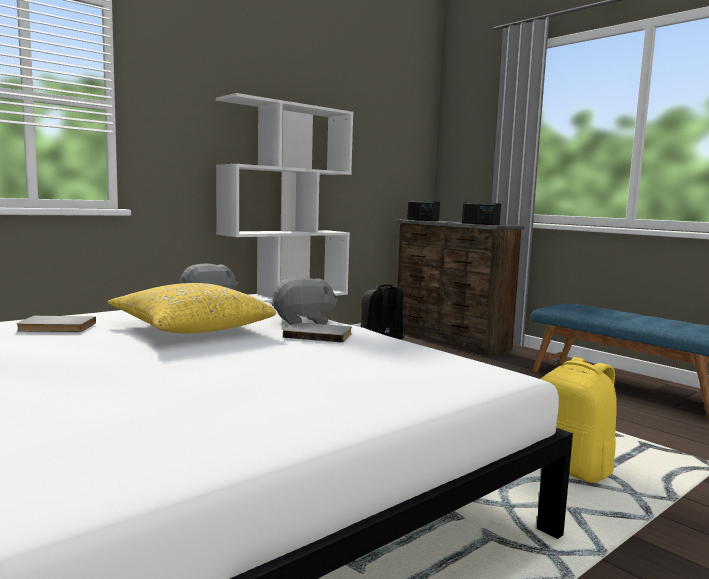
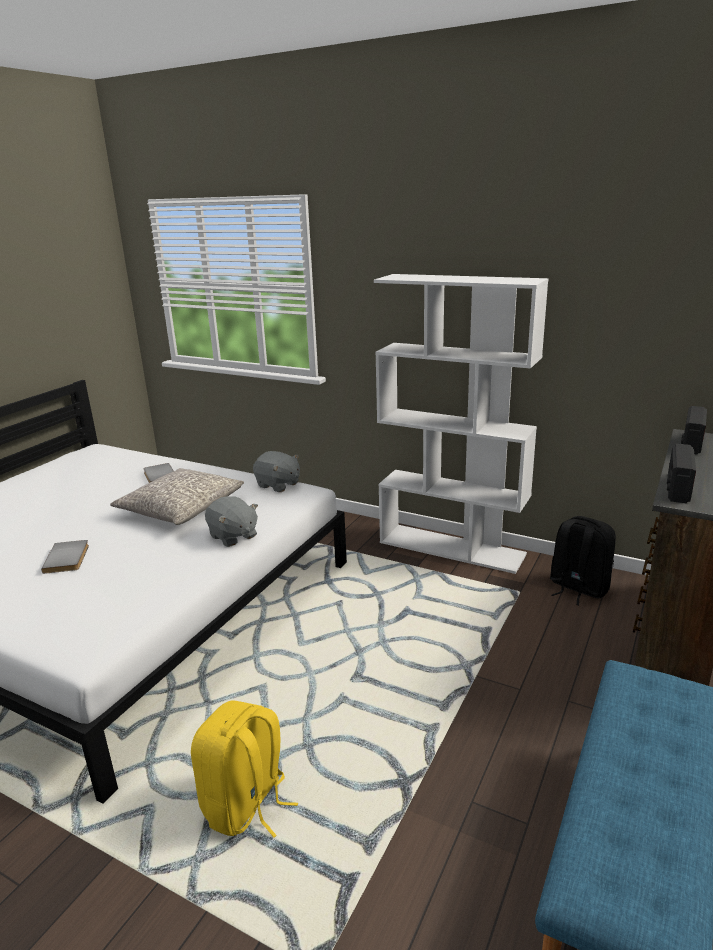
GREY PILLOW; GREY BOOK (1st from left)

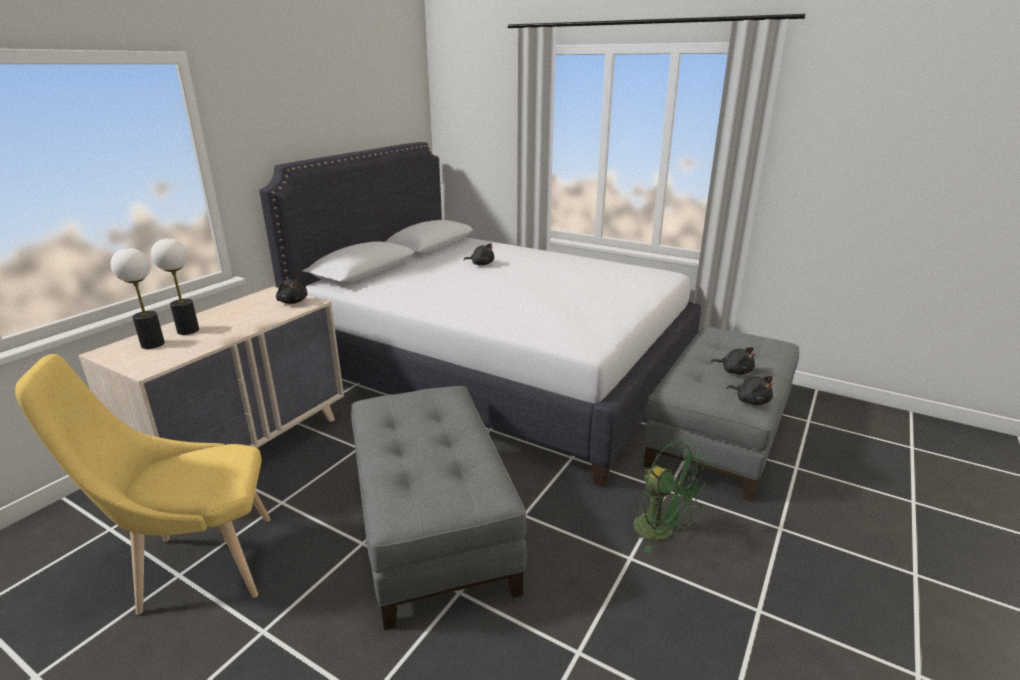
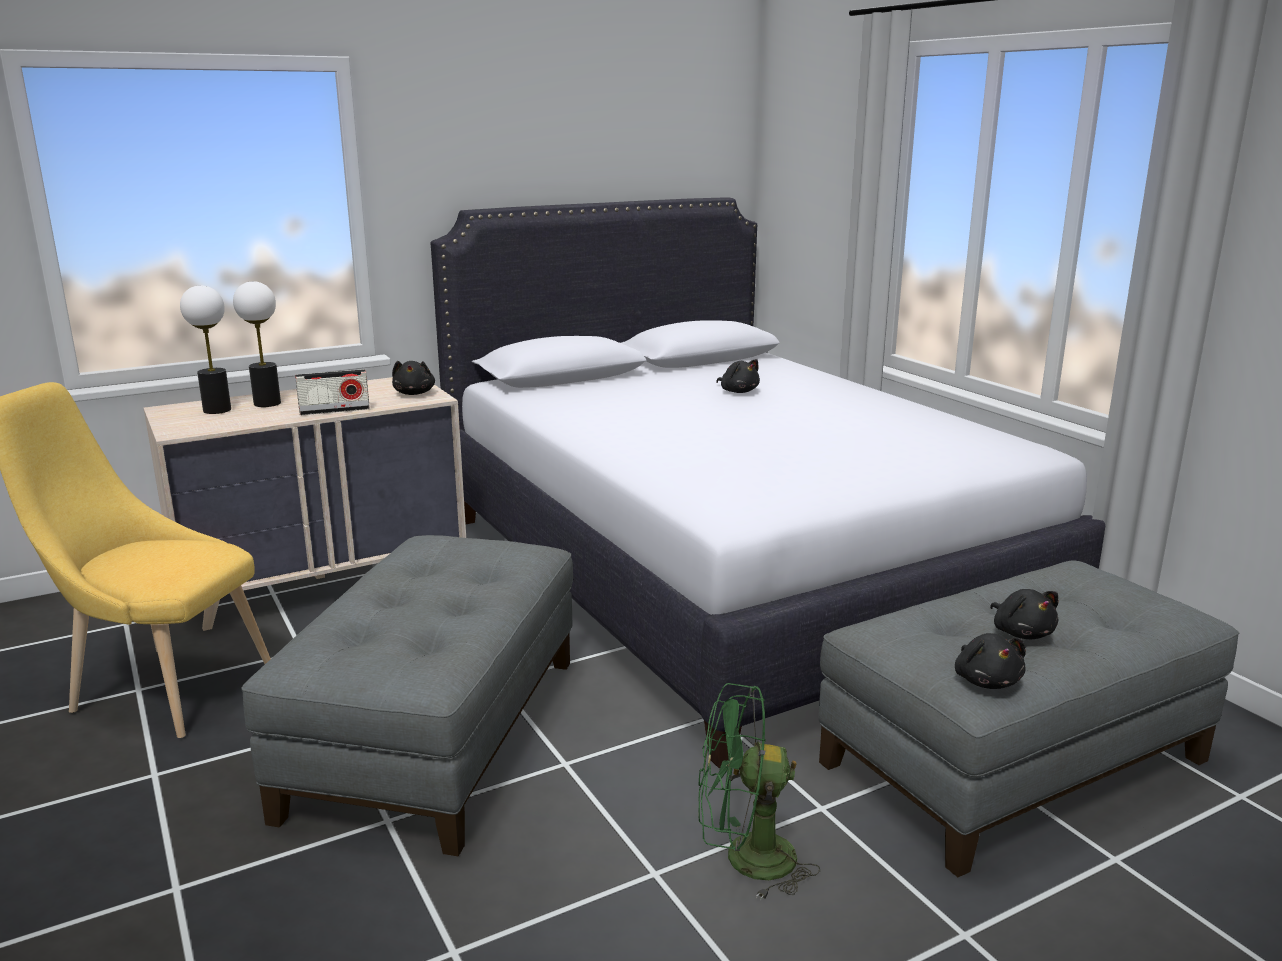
GREEN FAN; RADIO

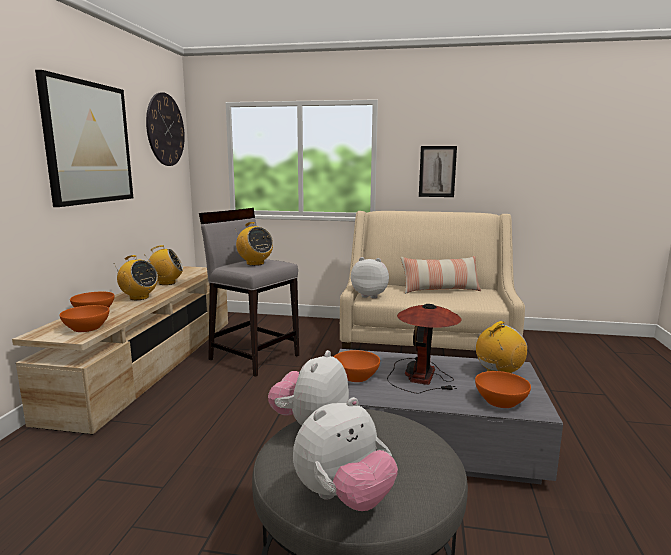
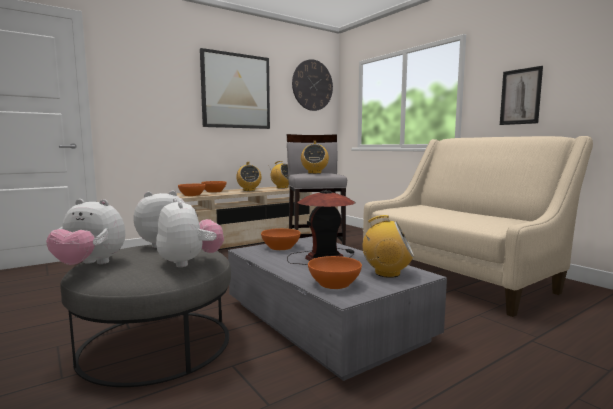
PLUSH TOY (3rd from left); PILLOW

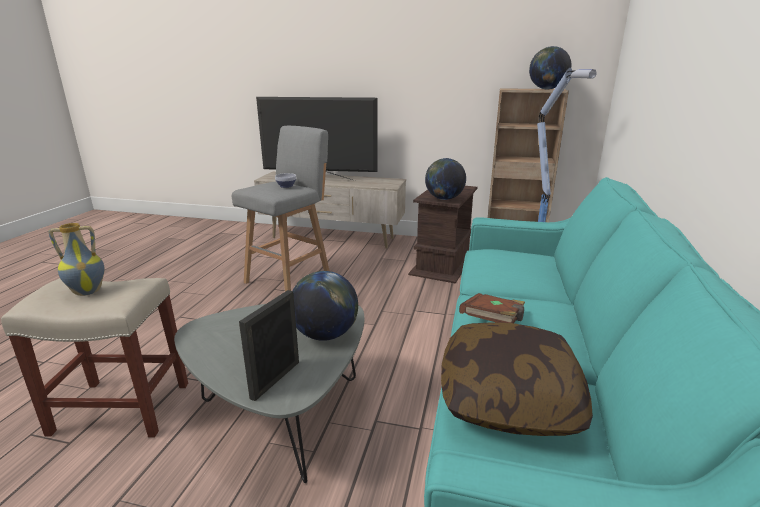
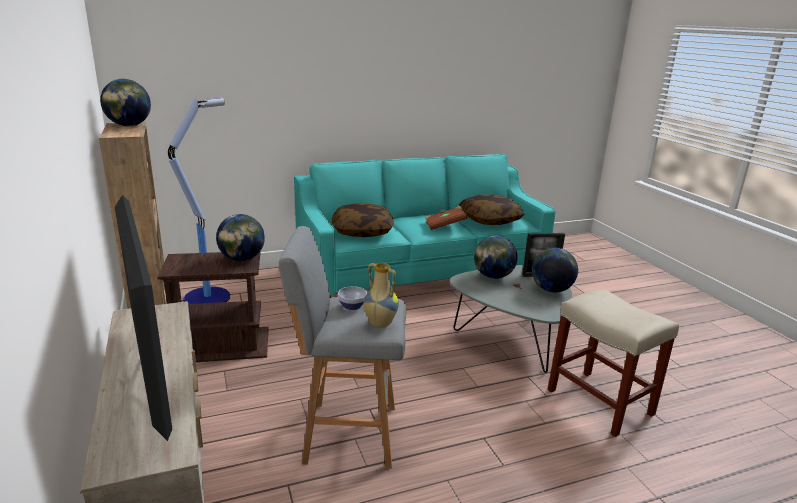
VASE; PILLOW (1st from left); GLOBE (4th from left)

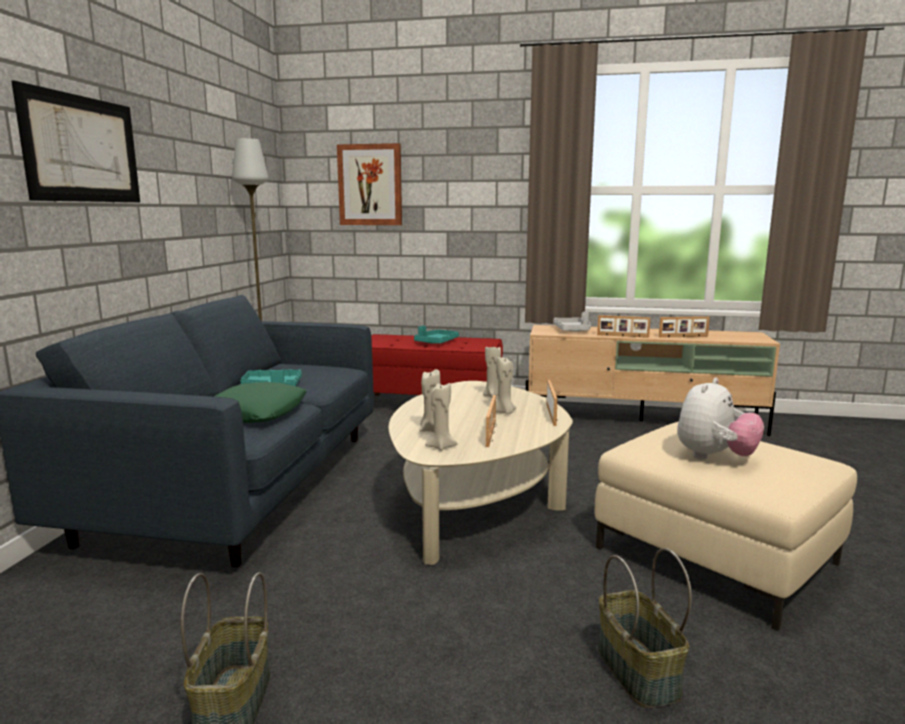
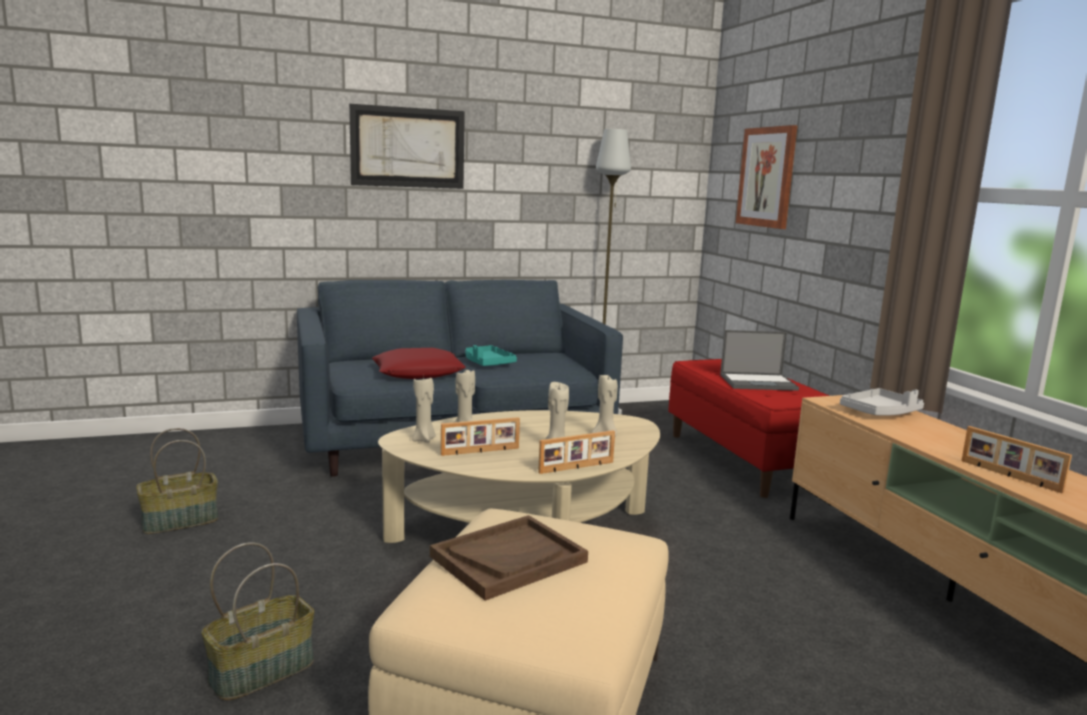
RED PILLOW; LAPTOP; PICTURE FRAME (3rd from left in the first image); BROWN TRAY

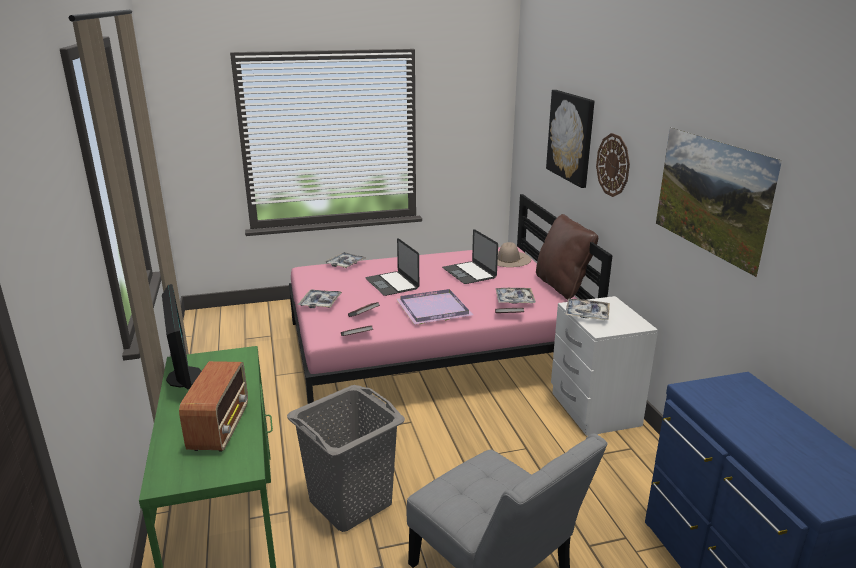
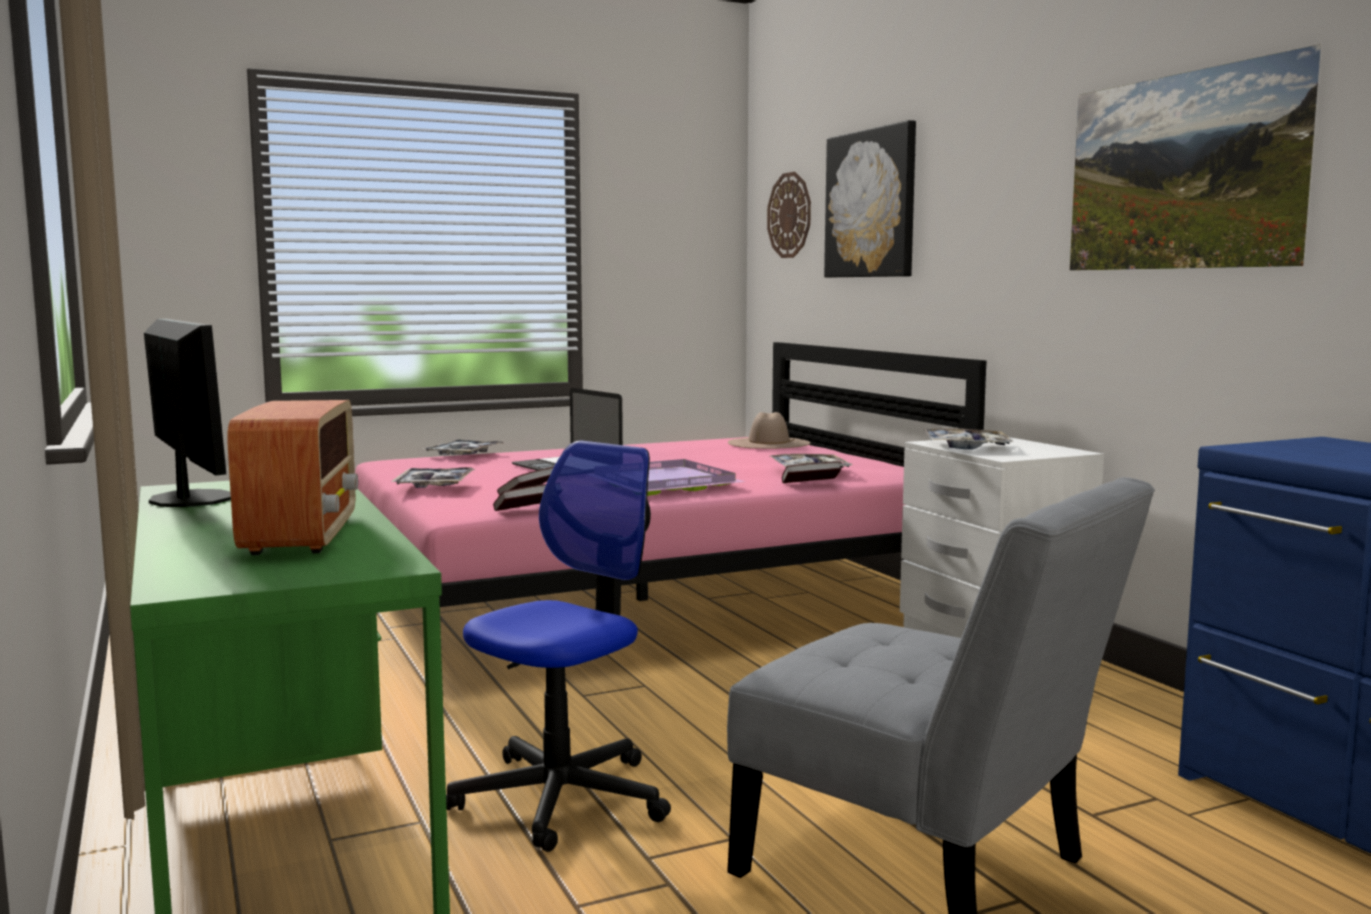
OFFICE CHAIR; LAPTOP (2nd from left in the first image); BROWN PILLOW; WALL CLOCK

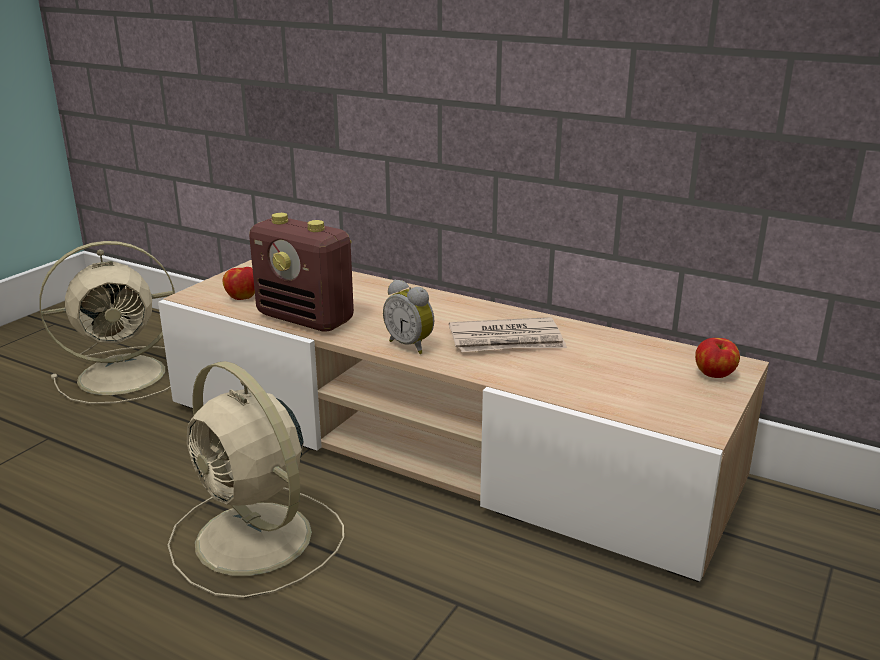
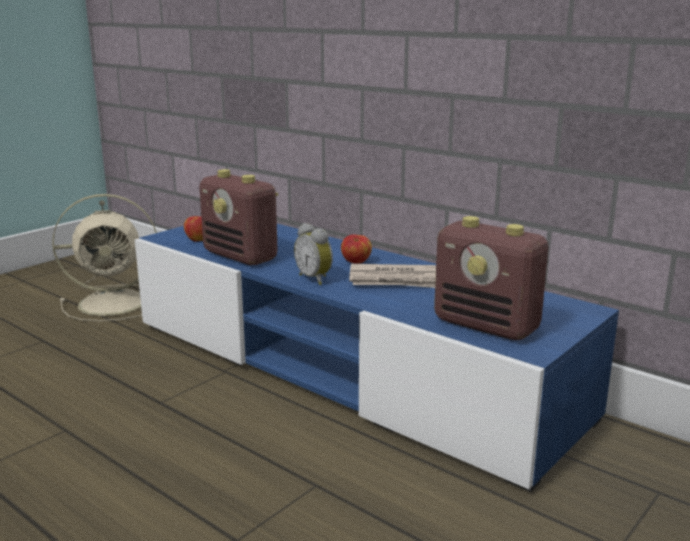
BLUE TV STAND; BEIGE FAN (2nd from left in the first image); APPLE (2nd from left); RADIO (2nd from left)

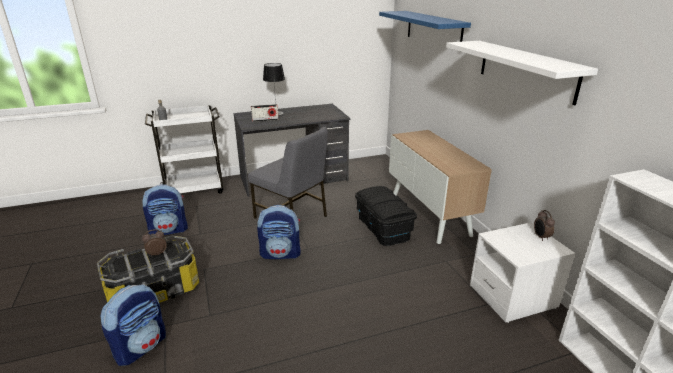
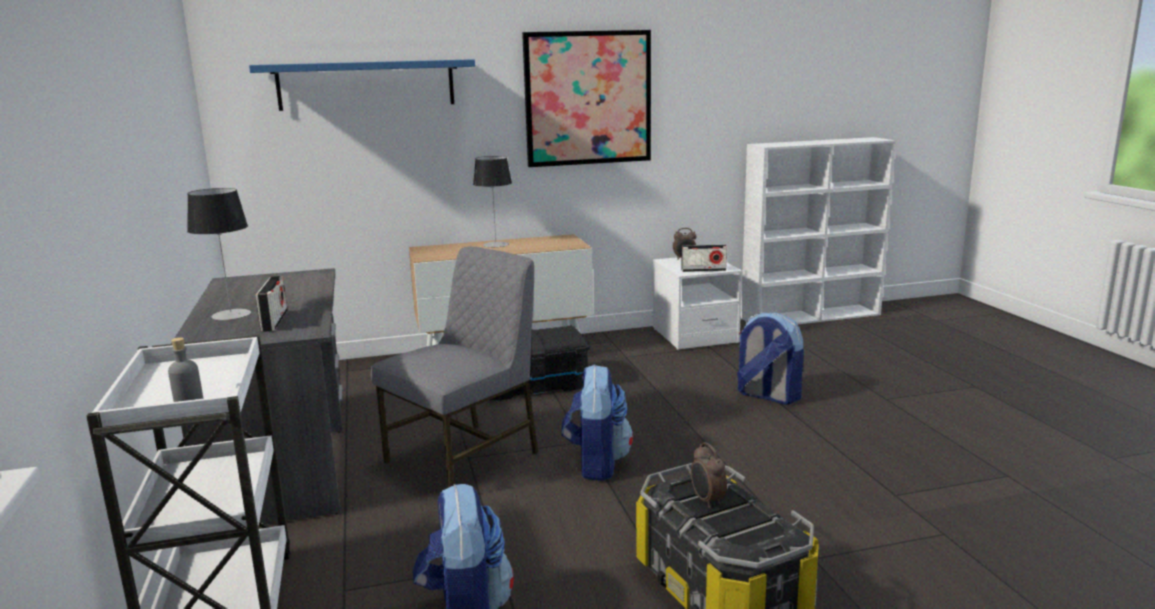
BACKPACK (3rd from left); PICTURE; TABLE LAMP (2nd from left); RADIO (2nd from left)

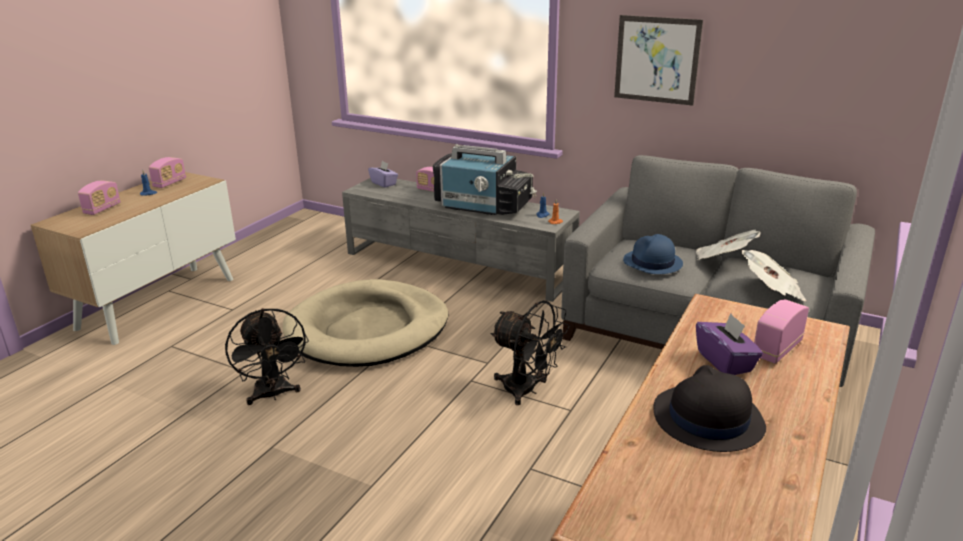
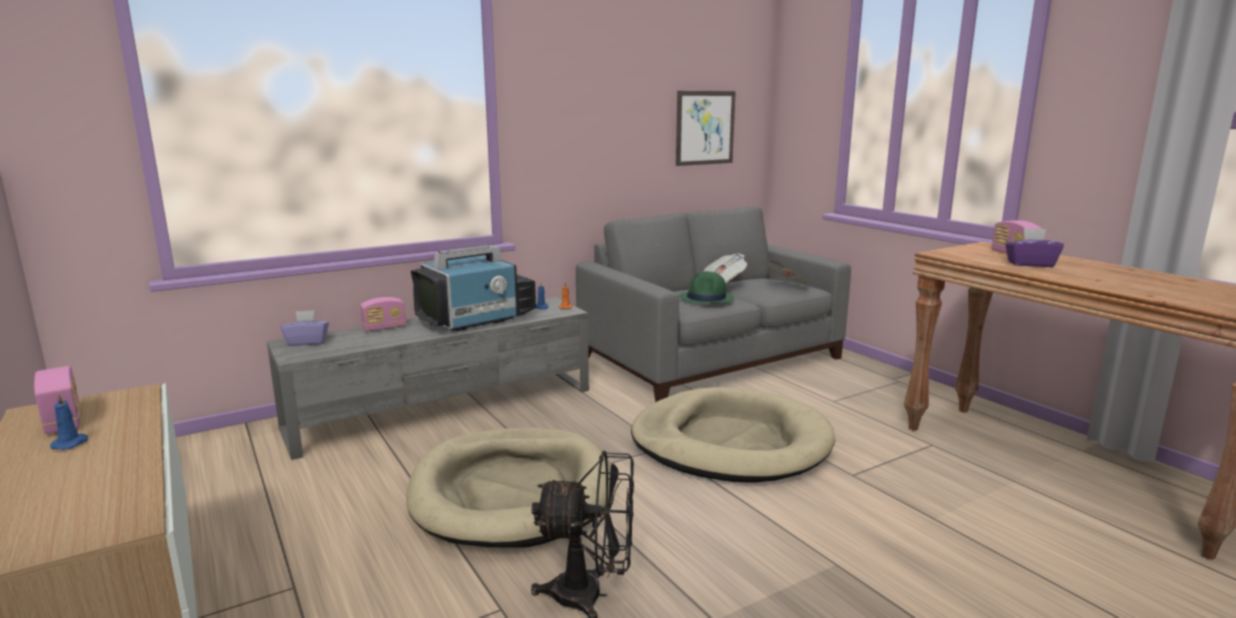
RADIO (1st from left in the first image); BEIGE DOG BED (2nd from left); PICTURE; GREEN HAT; BLACK HAT

